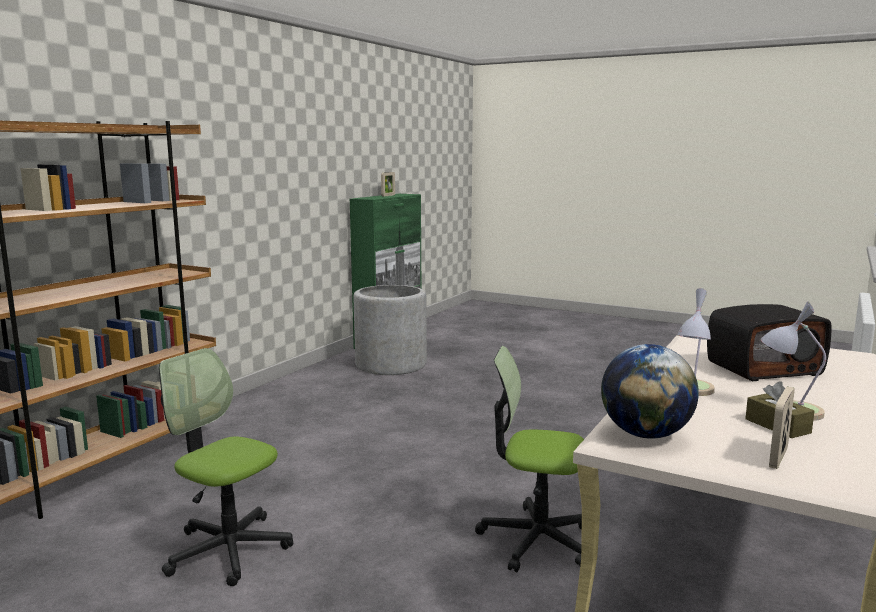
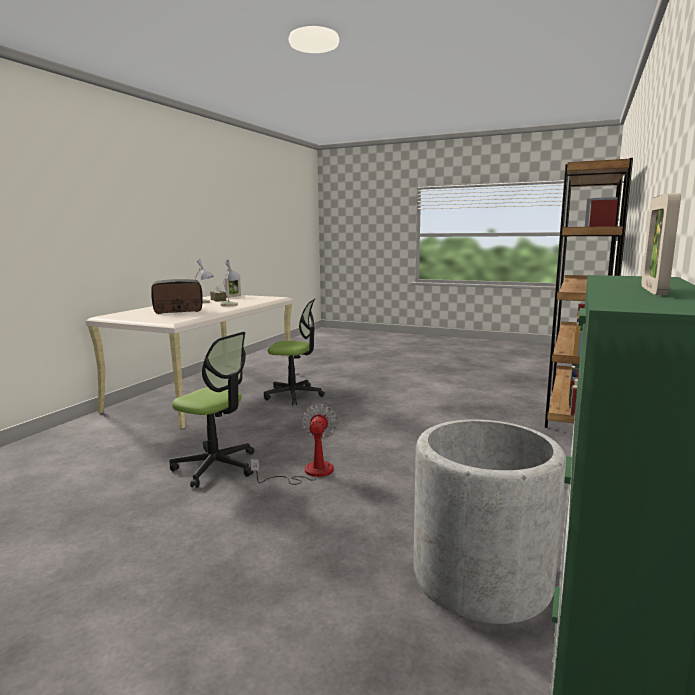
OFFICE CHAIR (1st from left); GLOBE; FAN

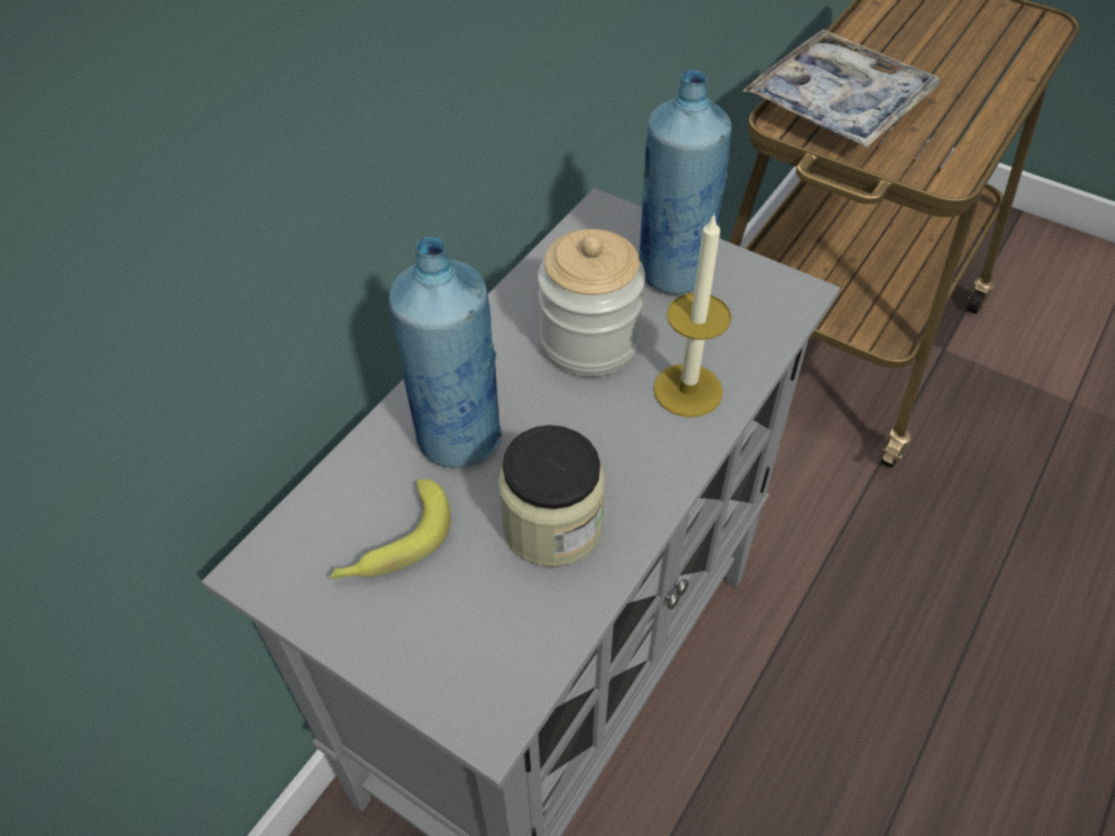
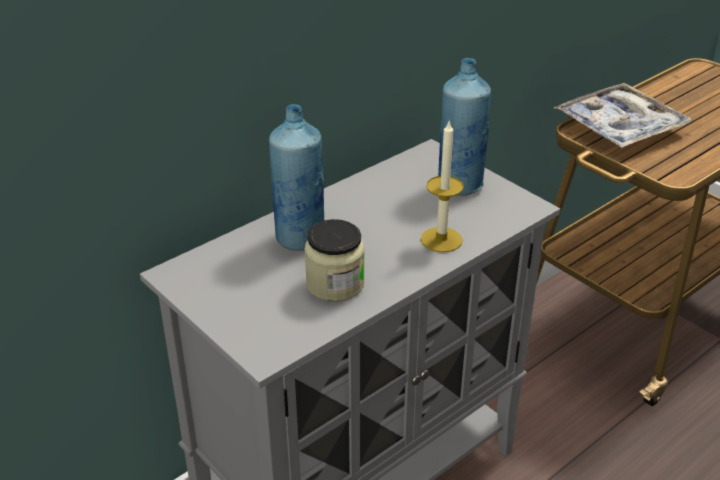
BANANA; JAR (2nd from left in the first image)

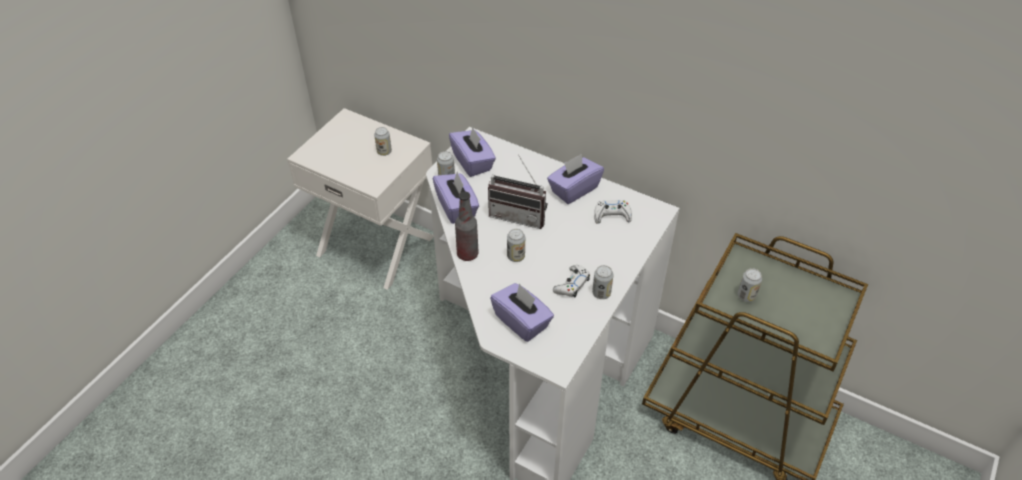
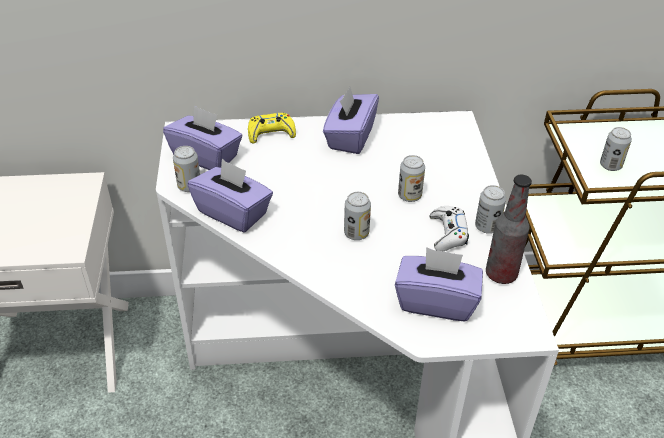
CAN (3rd from left); BOTTLE; RADIO; WHITE GAME CONTROLLER (2nd from left in the first image); YELLOW GAME CONTROLLER

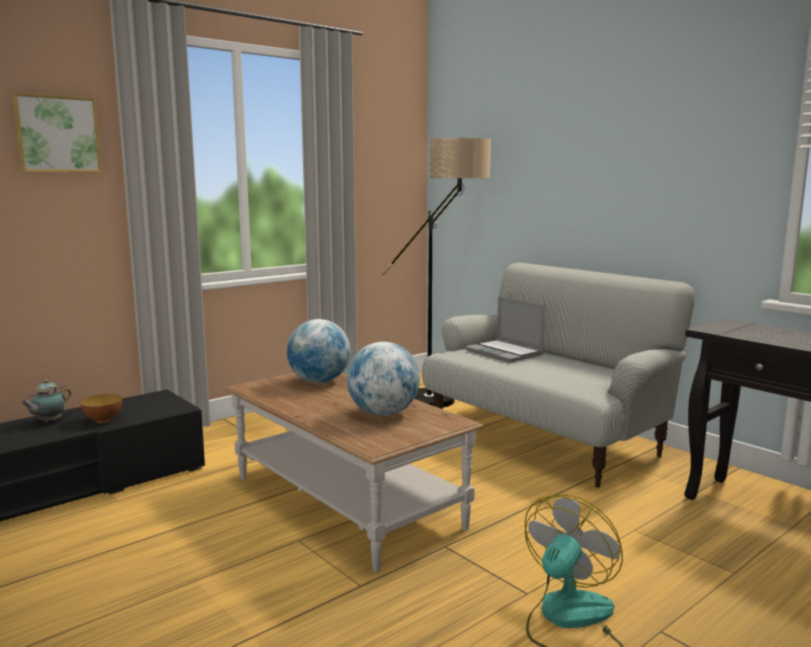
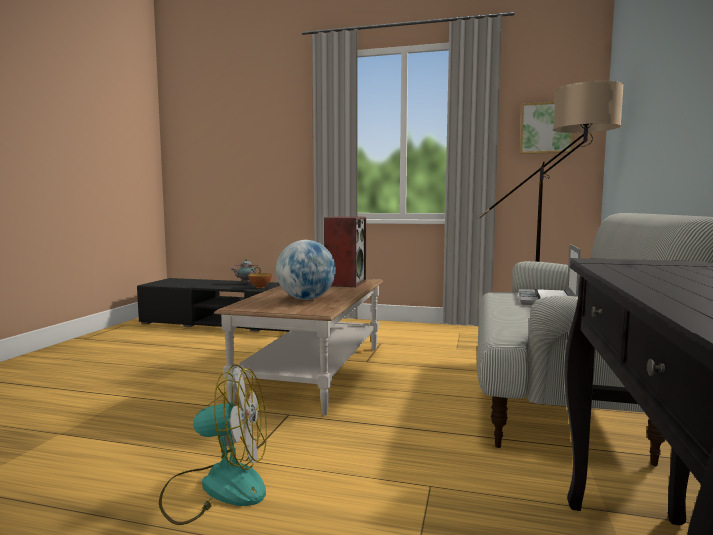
PICTURE; SPEAKER

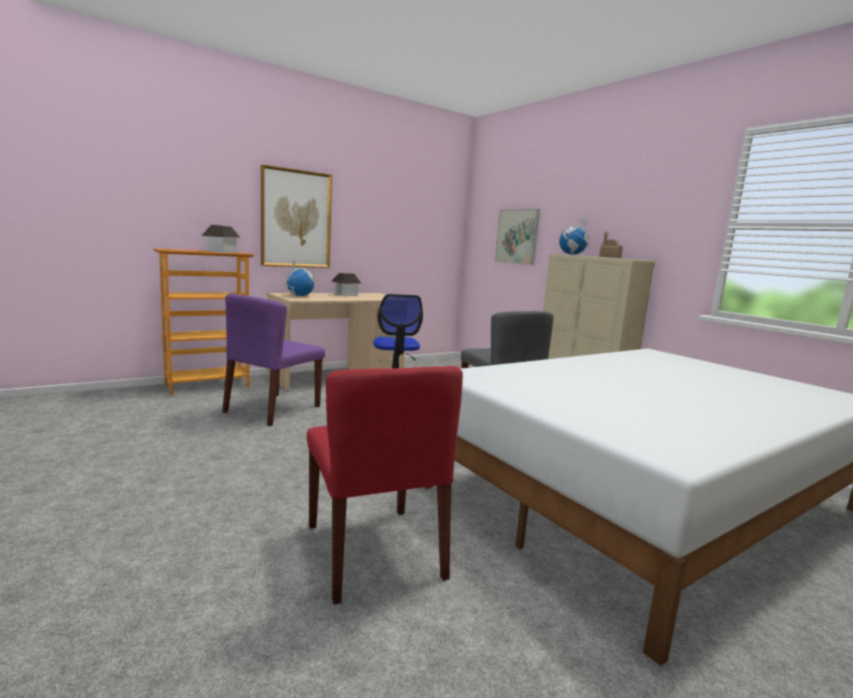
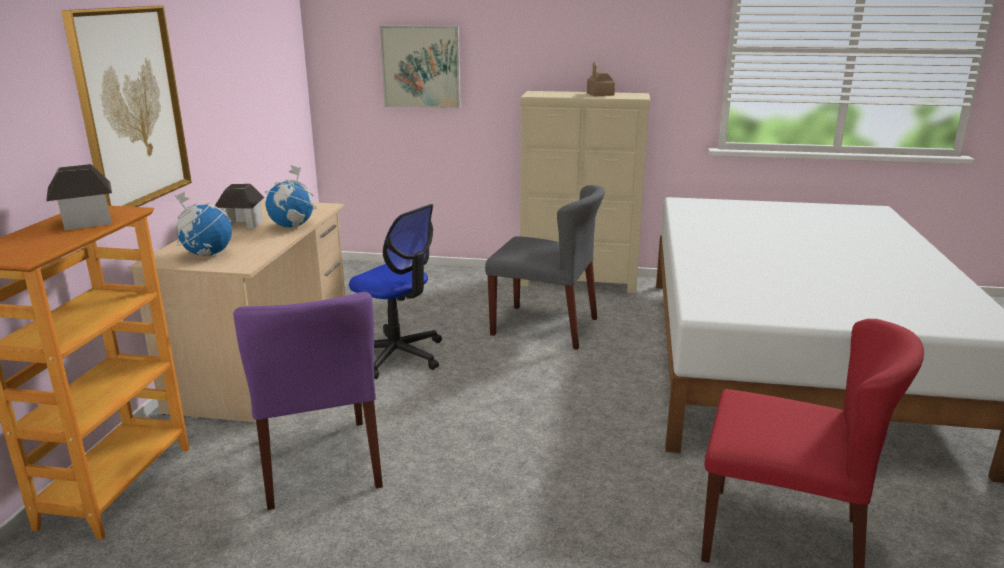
GLOBE (2nd from left)

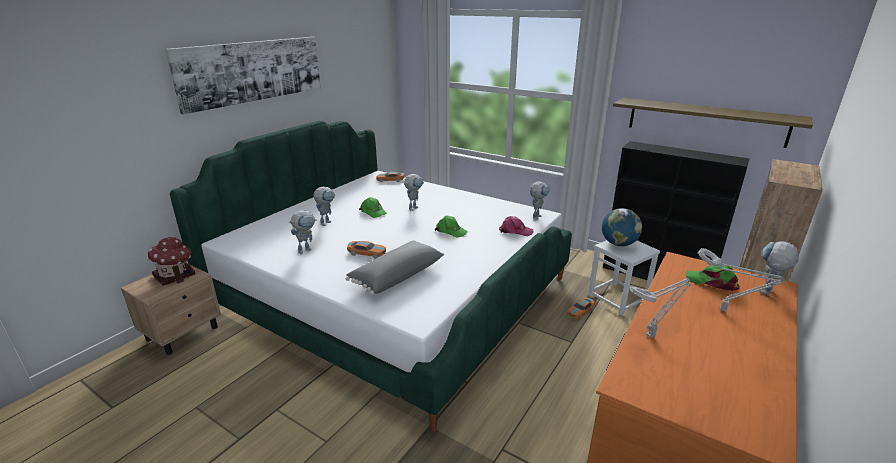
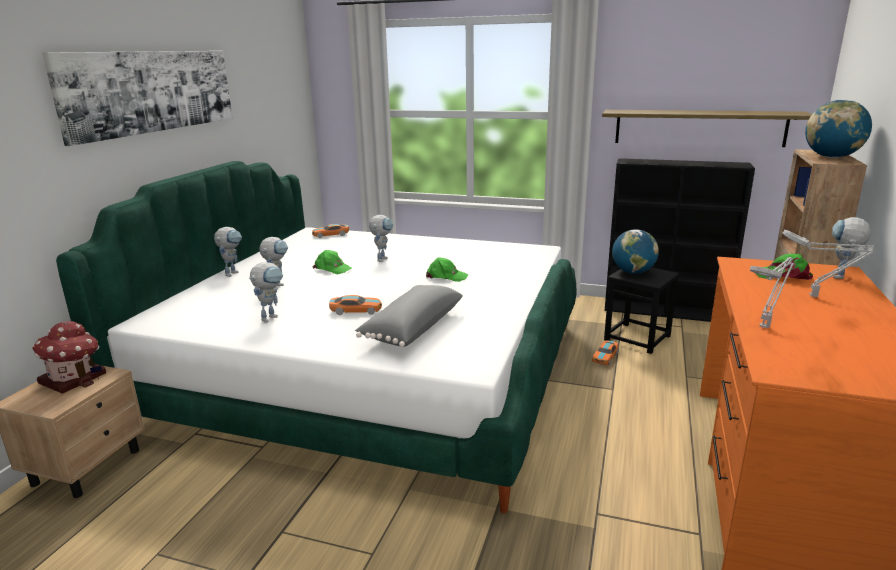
PINK CAP; TOY ROBOT (1st from left); BLACK STOOL; GLOBE (2nd from left)

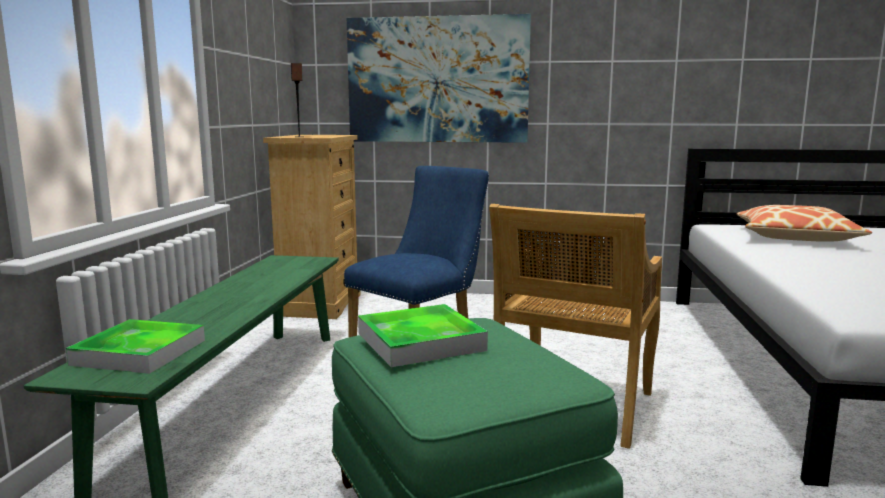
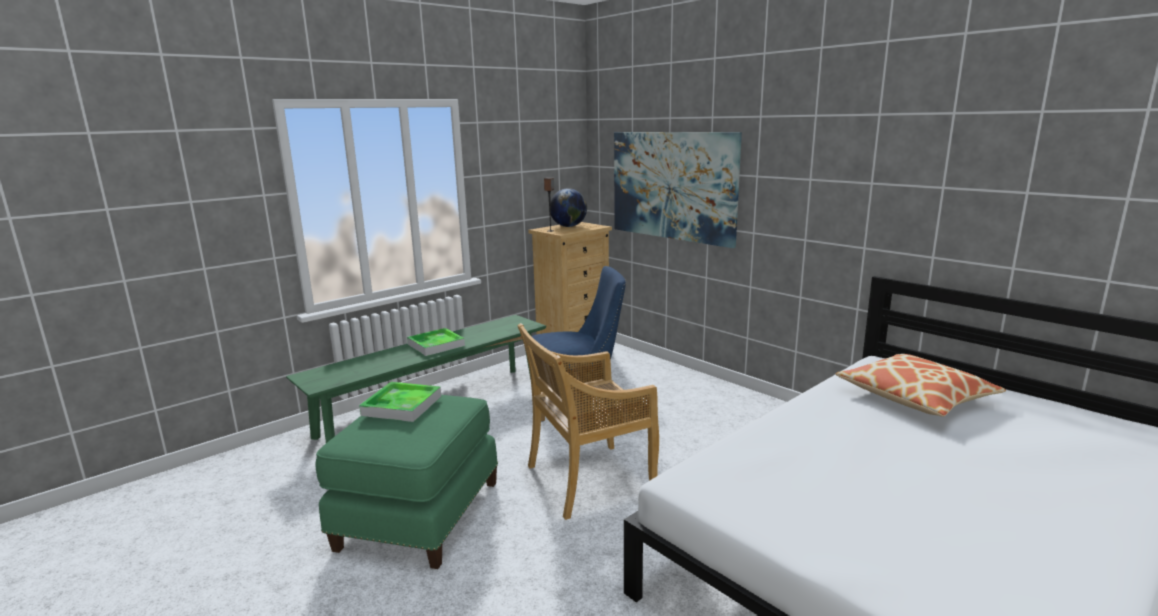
TRAY (2nd from left); GLOBE

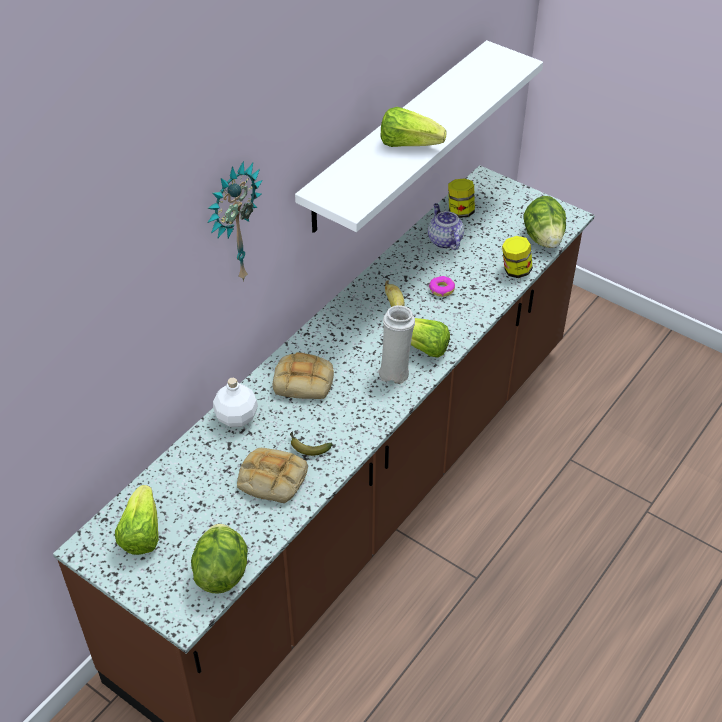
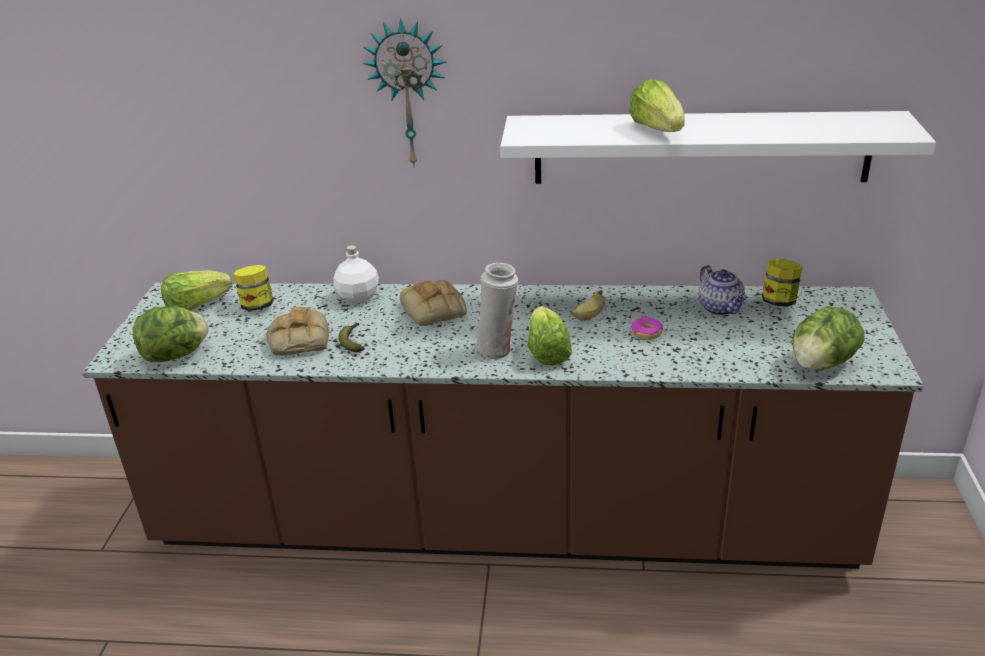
TEAPOT; JAR (1st from left)

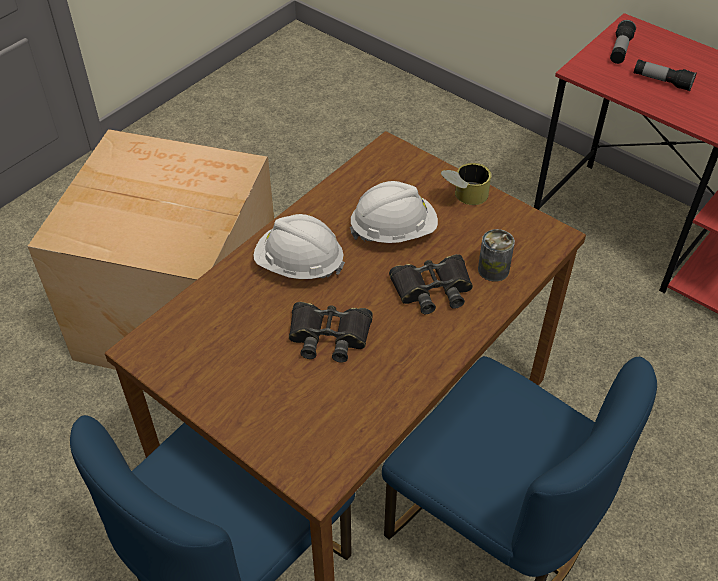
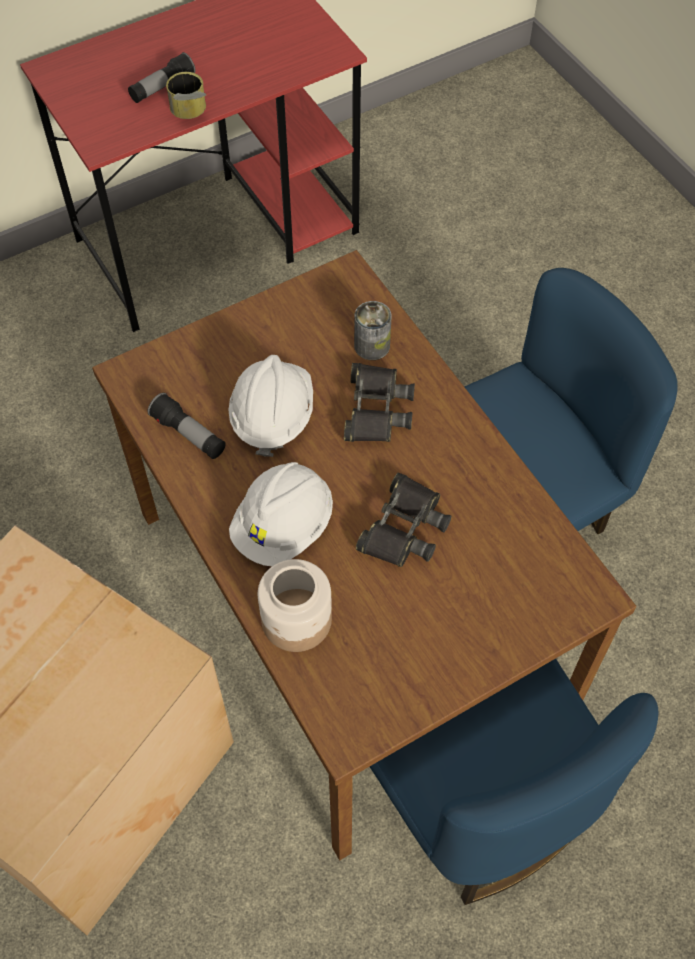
CAN (1st from left); FLASHLIGHT (2nd from left); JAR

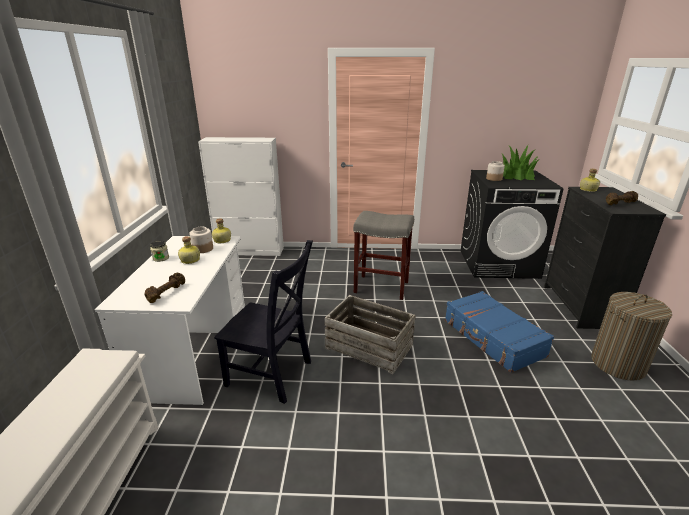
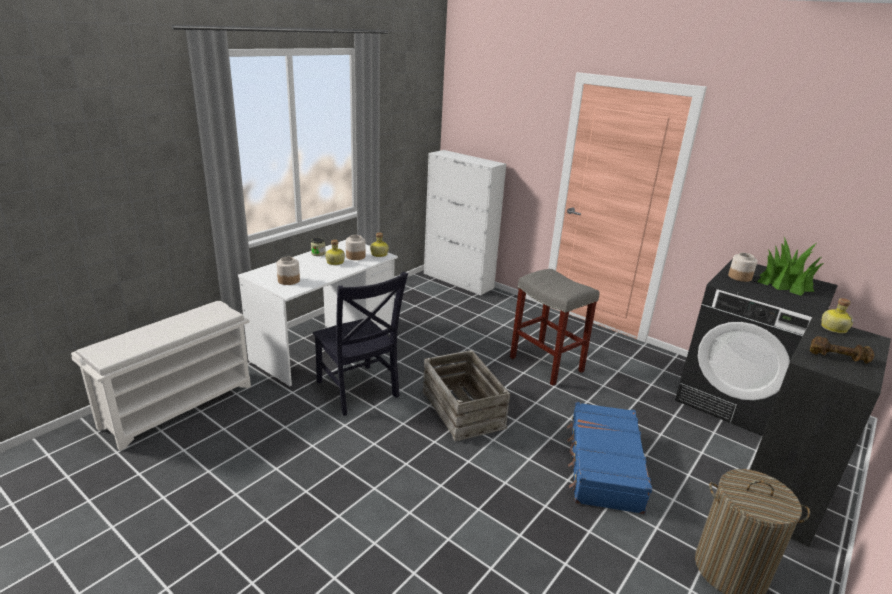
JAR (1st from left)

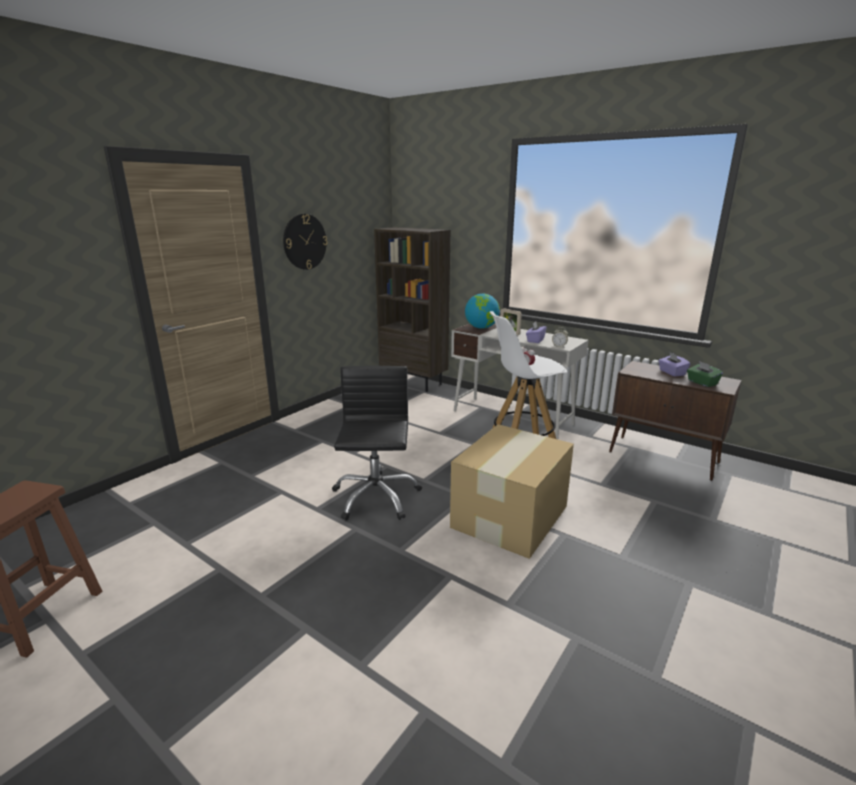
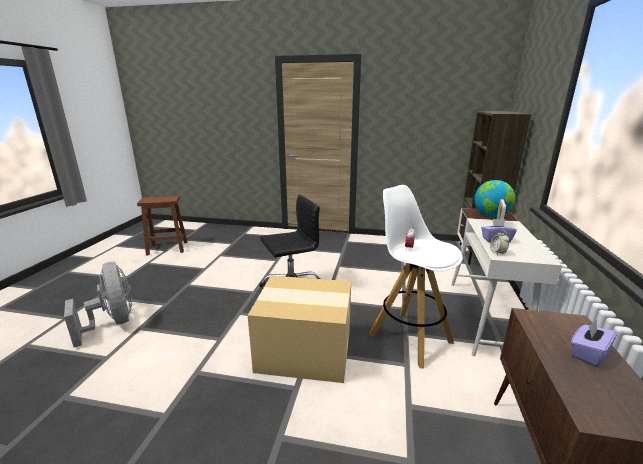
WALL CLOCK; GREEN TISSUE BOX; GREY FAN

